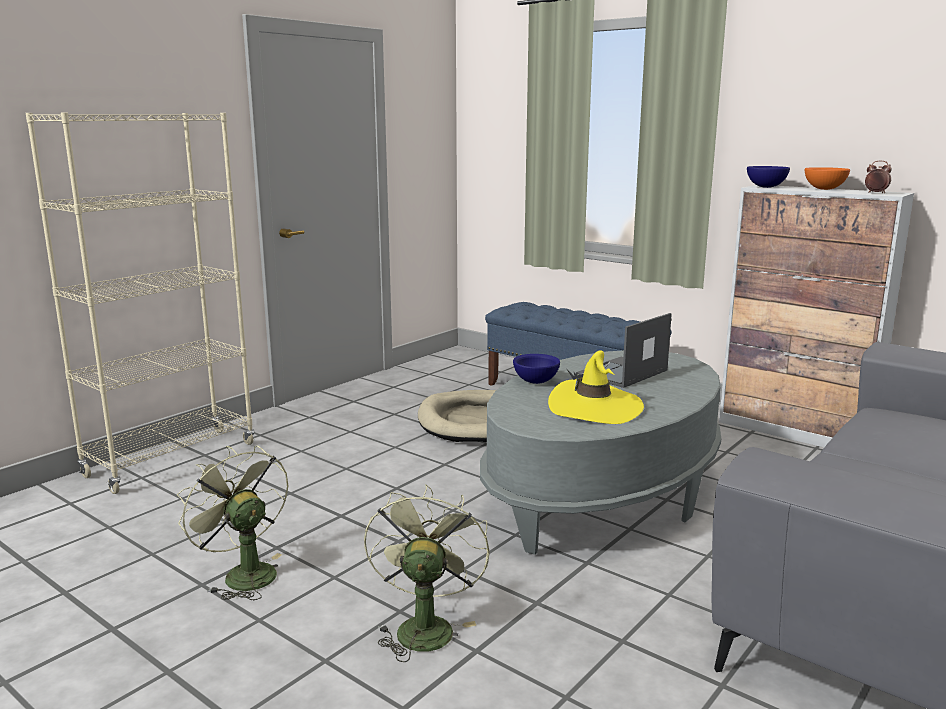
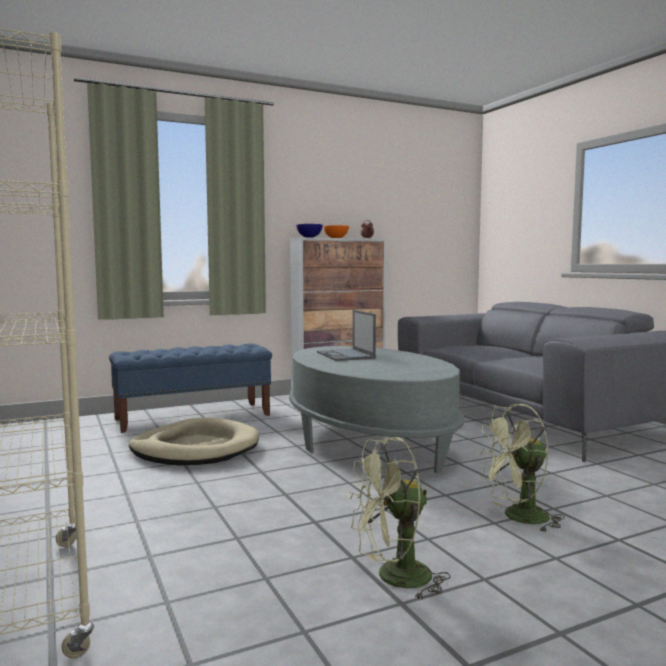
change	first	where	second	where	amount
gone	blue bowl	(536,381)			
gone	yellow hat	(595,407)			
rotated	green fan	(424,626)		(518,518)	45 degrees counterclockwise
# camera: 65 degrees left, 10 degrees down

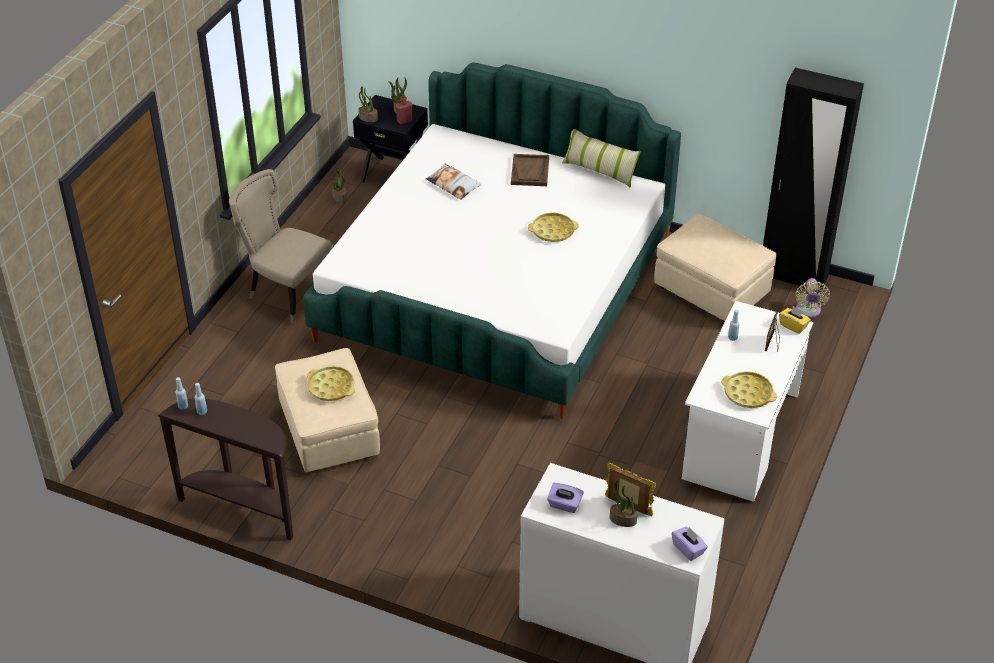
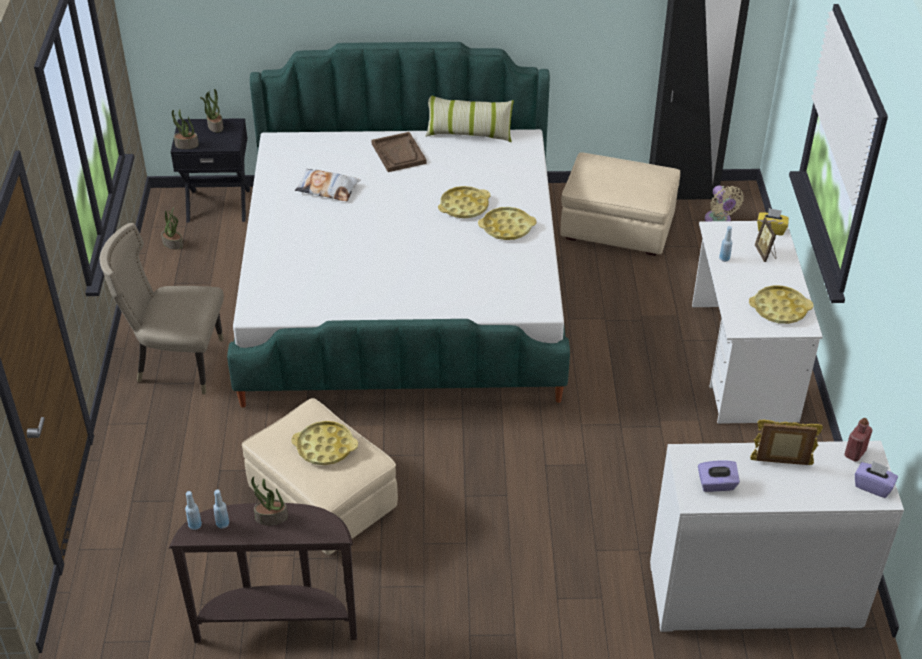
change	first	where	second	where	amount
new			yellow tray	(507,228)	
shifted	red bottle	(404,121)		(855,453)	
shifted	potted plant	(622,520)		(271,518)	
# camera: 25 degrees left, 0 degrees up

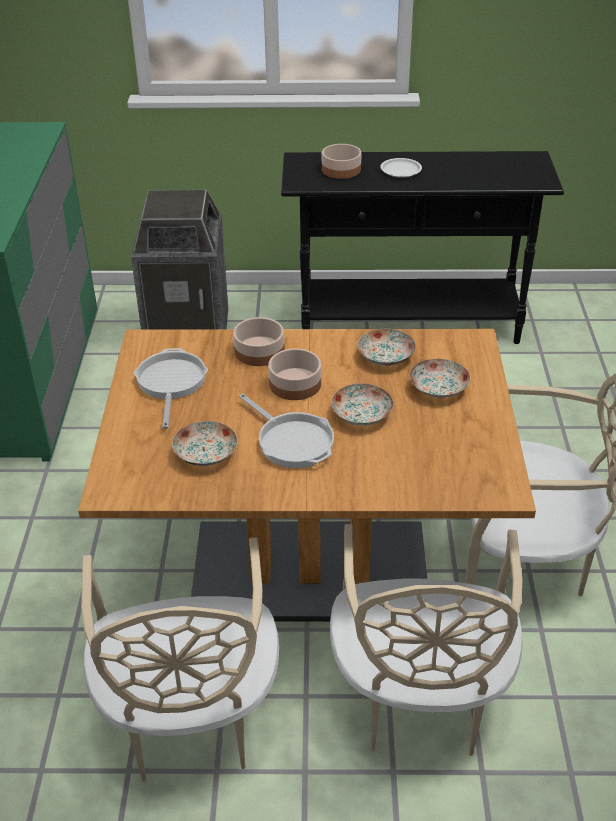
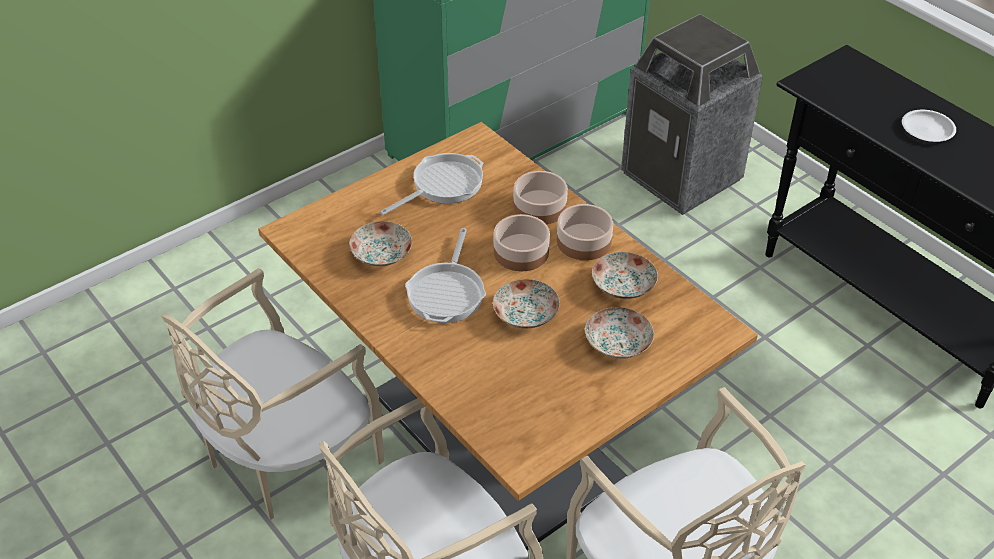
change	first	where	second	where	amount
shifted	bowl	(341,170)		(583,242)	
# camera: 50 degrees right, 5 degrees up

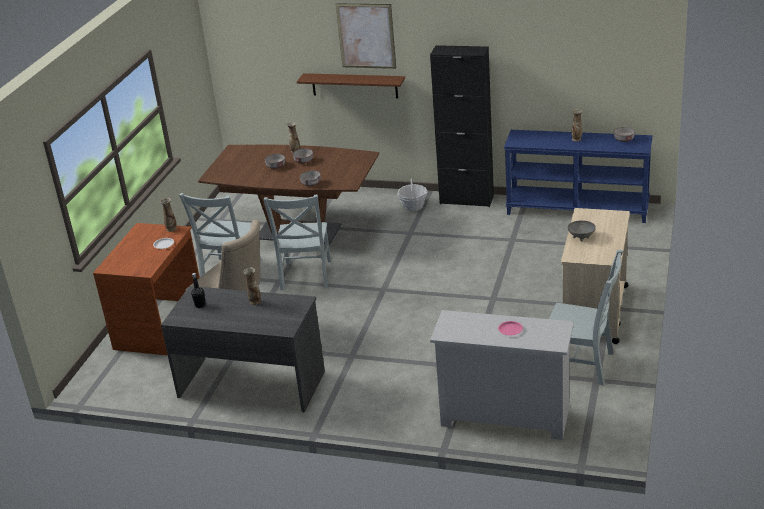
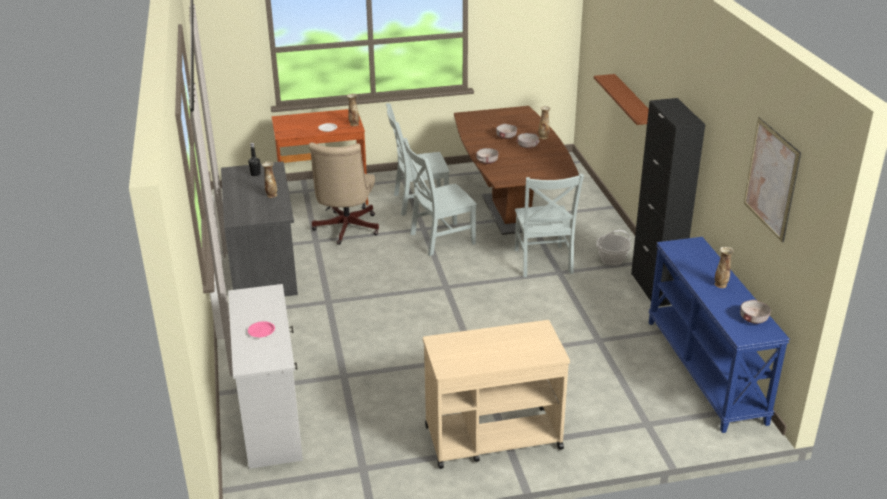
change	first	where	second	where	amount
gone	grey bowl	(582,237)			
shifted	picture	(366,36)		(771,179)	
shifted	grey chair	(583,365)		(543,263)	
# camera: 60 degrees right, 0 degrees up

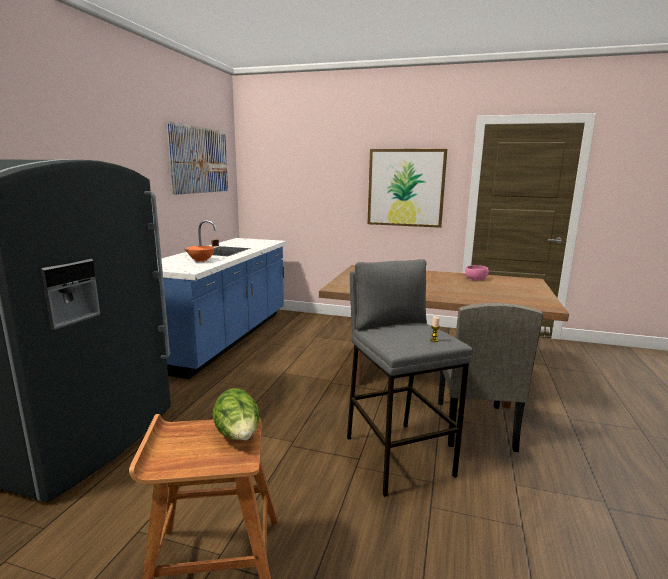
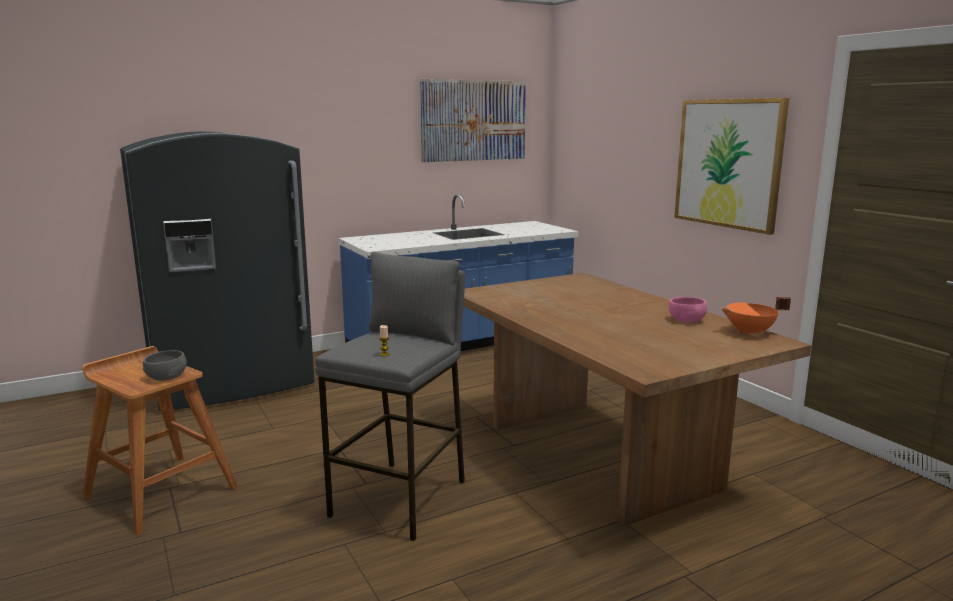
change	first	where	second	where	amount
gone	beige chair	(473,425)			
shifted	orange cooking pot	(201,261)		(750,333)	
swapped	lettuce	(238,436)	grey bowl	(166,376)	
# camera: 45 degrees right, 0 degrees up

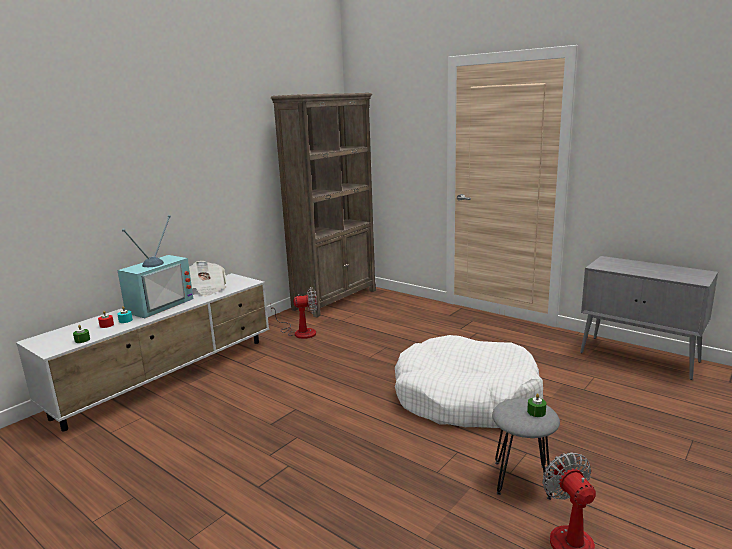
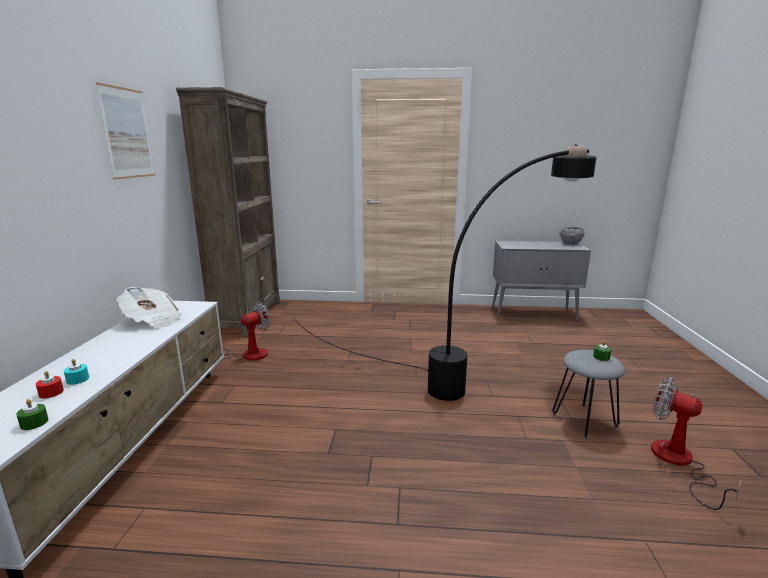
change	first	where	second	where	amount
gone	television	(159,305)			
new			picture	(127,133)	
new			grey bowl	(571,244)	
swapped	white dog bed	(466,398)	black floor lamp	(468,372)	
# camera: 35 degrees left, 0 degrees up

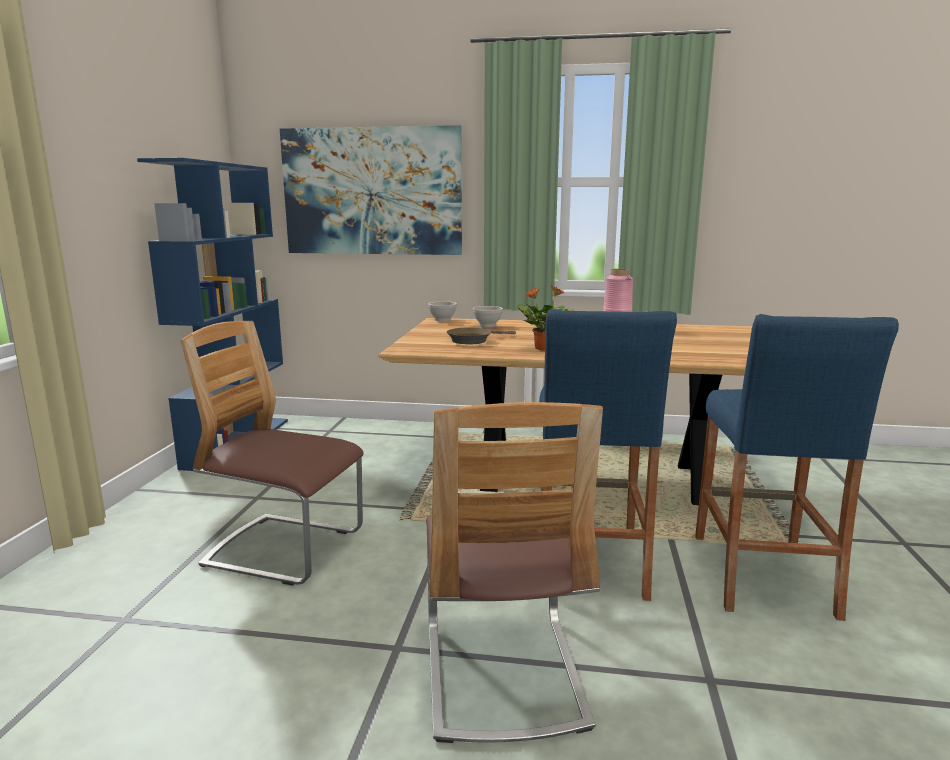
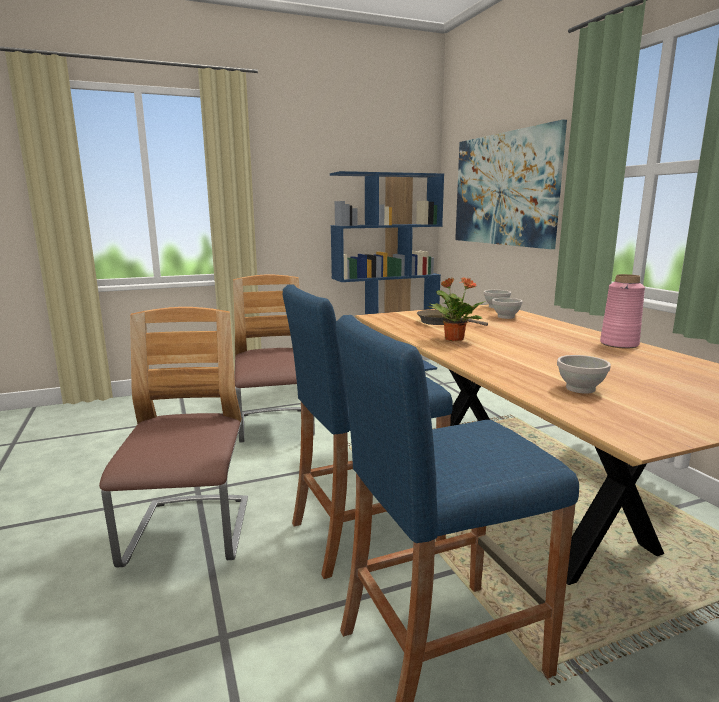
change	first	where	second	where	amount
new			white bowl	(581,389)	
rotated	chair	(502,672)		(189,533)	120 degrees clockwise
# camera: 60 degrees right, 0 degrees up

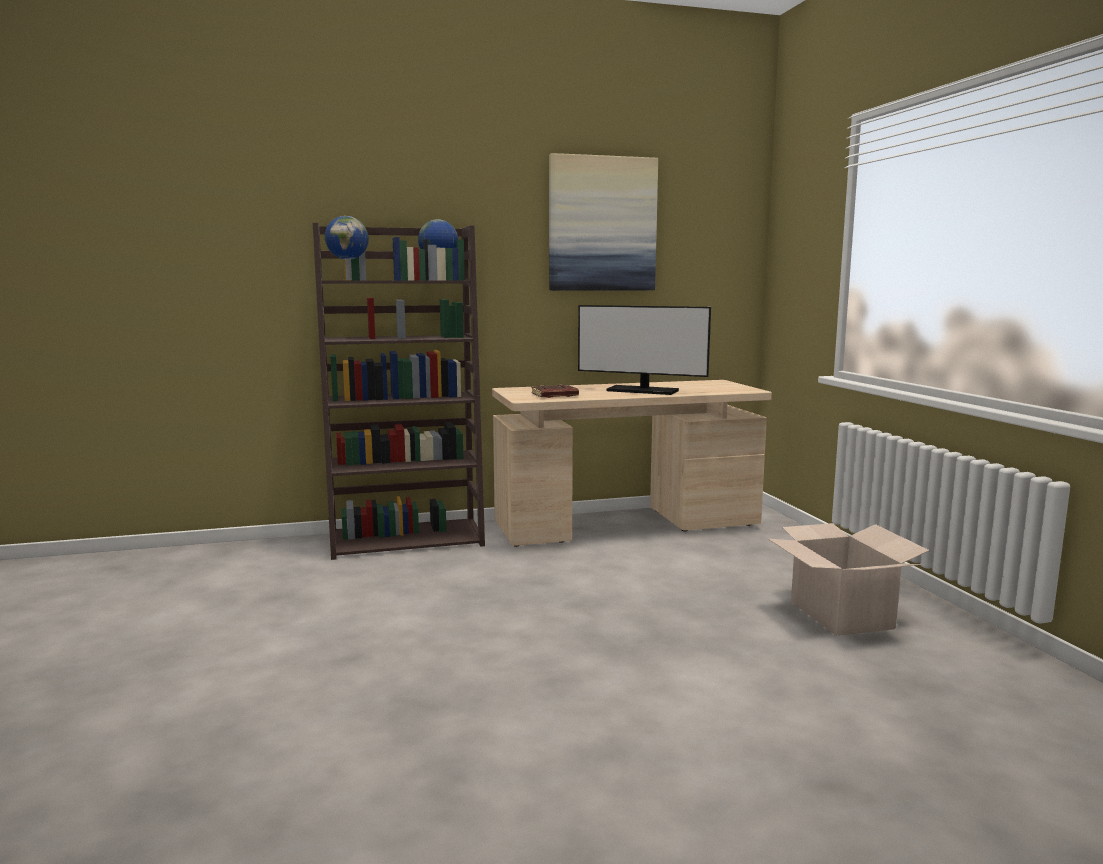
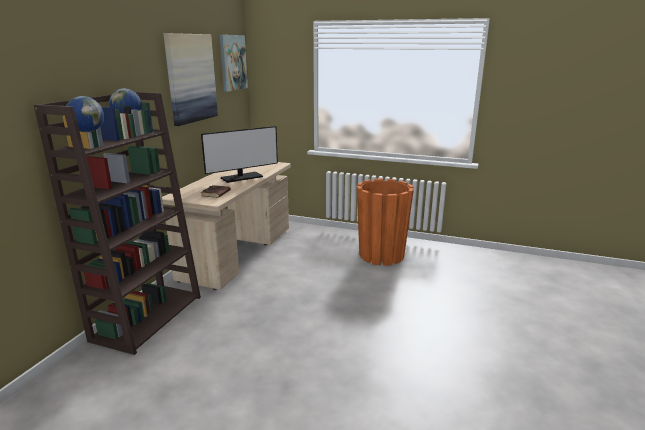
change	first	where	second	where	amount
new			picture	(232,62)	
swapped	cardboard box	(842,615)	orange planter	(381,255)	
# camera: 55 degrees left, 10 degrees up

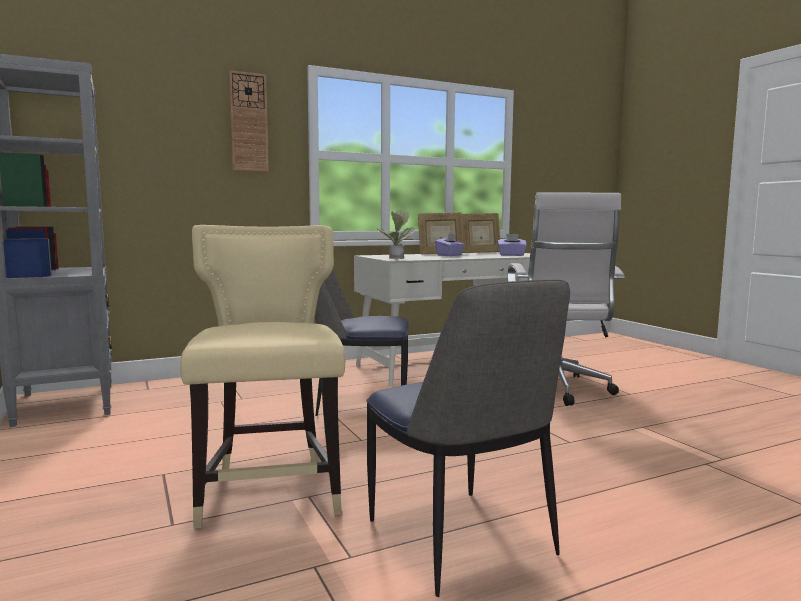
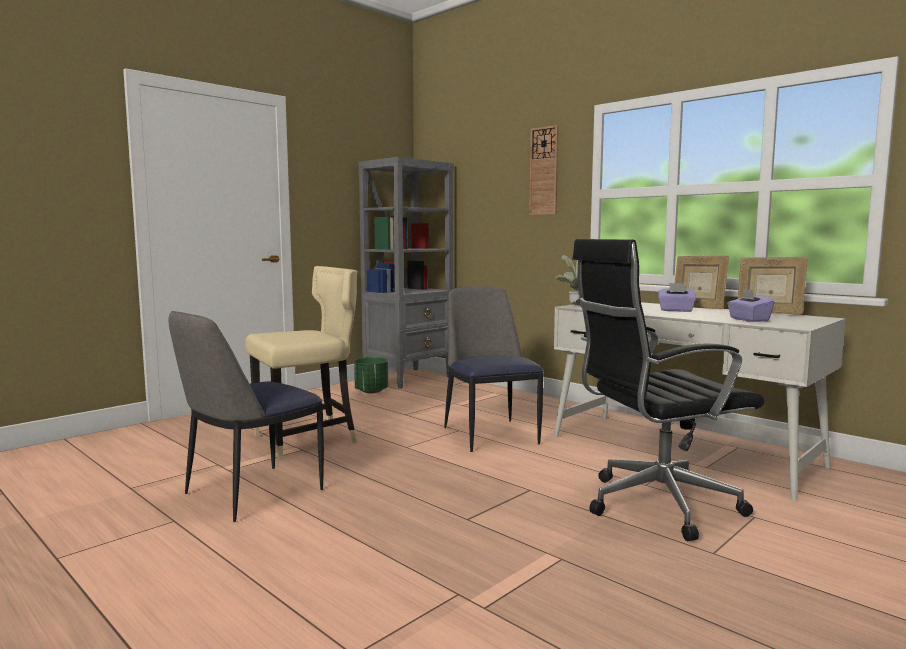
change	first	where	second	where	amount
new			green planter	(371,391)	
repainted	white office chair	(556,390)	black office chair	(654,505)	
# camera: 70 degrees right, 0 degrees up

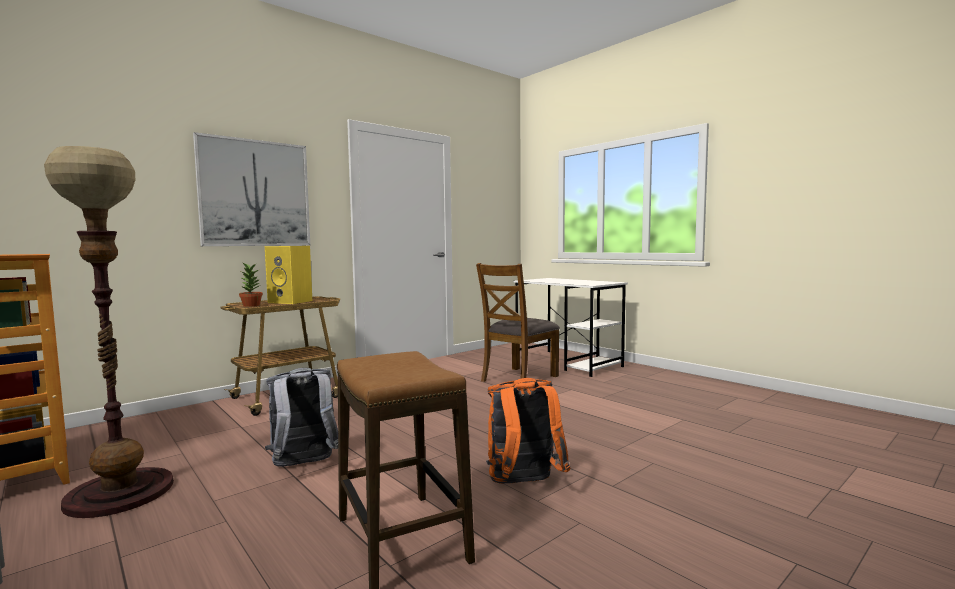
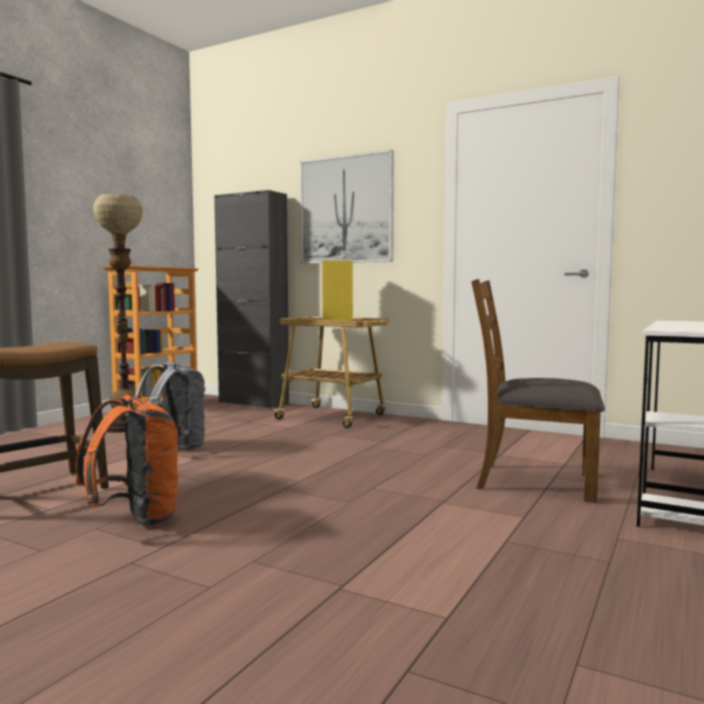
change	first	where	second	where	amount
gone	potted plant	(251,305)			
new			black cabinet	(253,403)	
# camera: 70 degrees right, 0 degrees up

